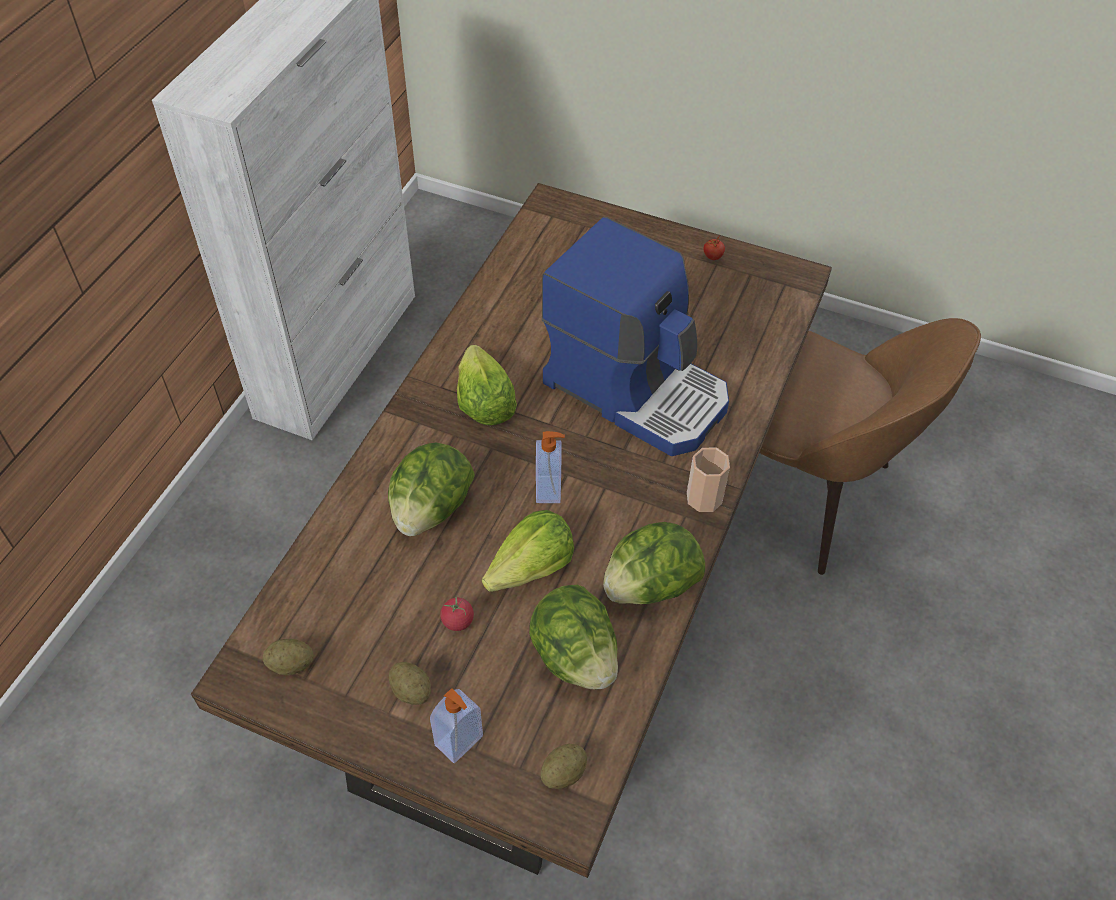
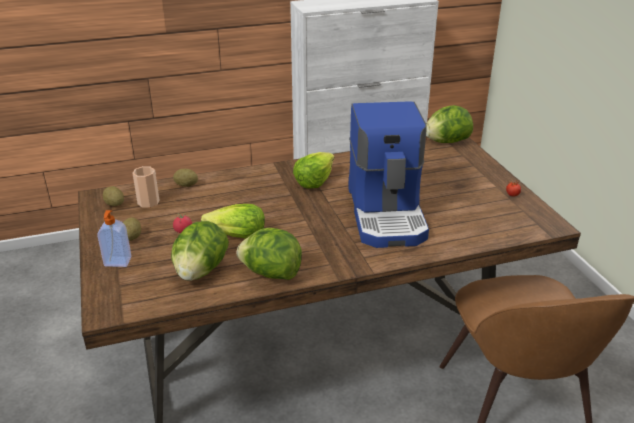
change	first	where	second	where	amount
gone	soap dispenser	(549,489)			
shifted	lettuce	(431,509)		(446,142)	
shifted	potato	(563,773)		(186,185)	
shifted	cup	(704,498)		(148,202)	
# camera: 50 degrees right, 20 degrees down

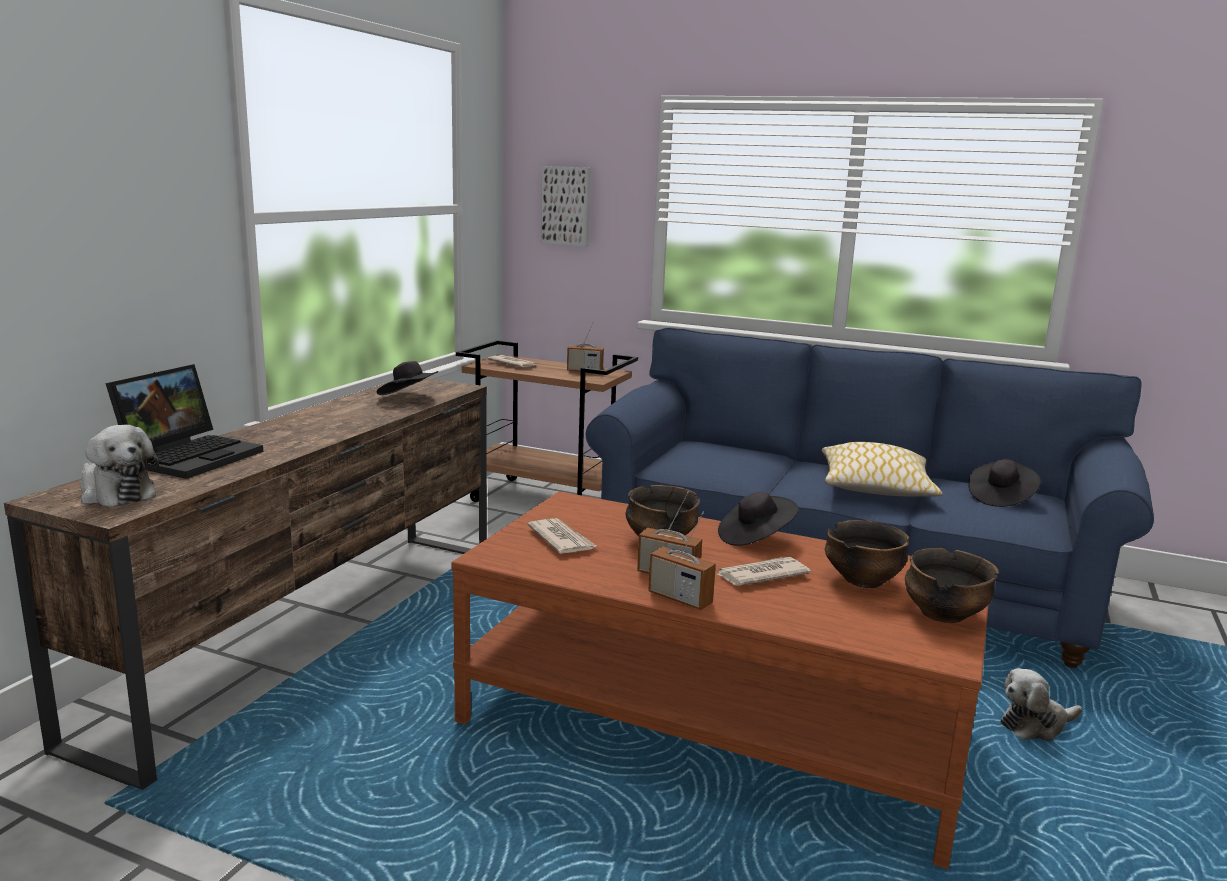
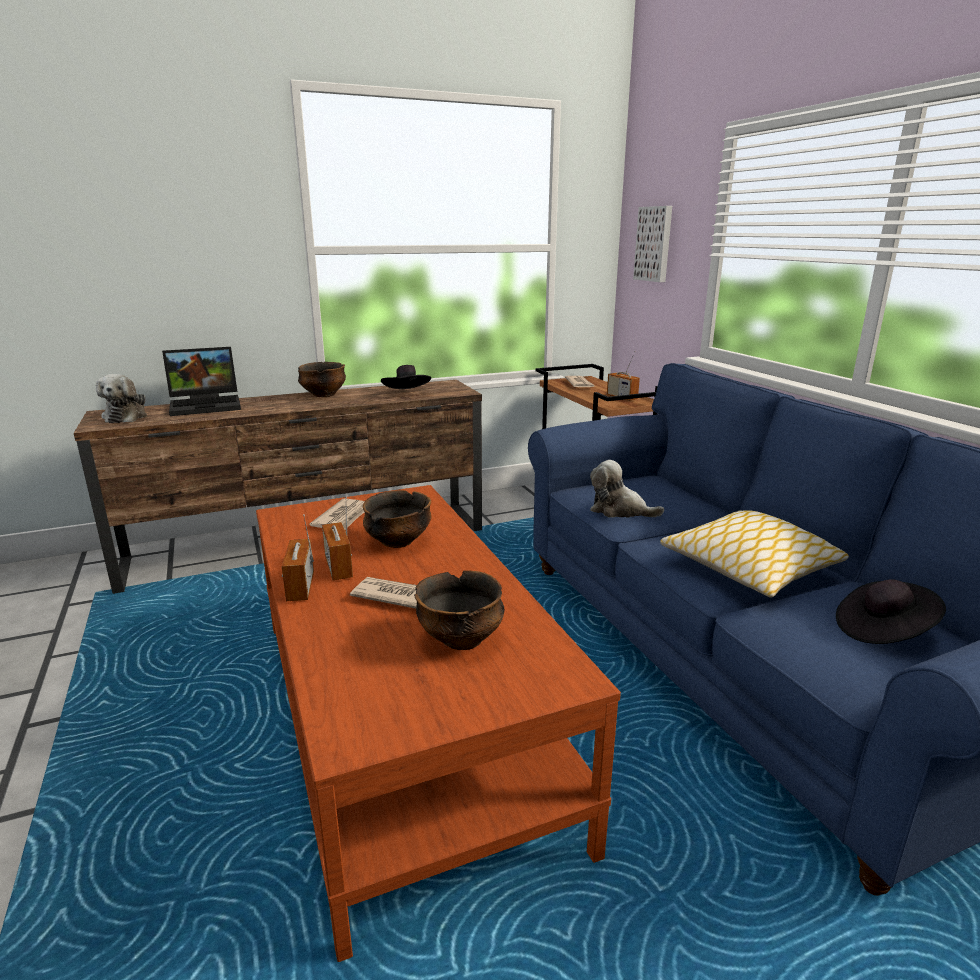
change	first	where	second	where	amount
gone	black hat	(755,538)			
shifted	bowl	(943,615)		(323,395)	
shifted	plush toy	(1035,725)		(619,510)	
# camera: 45 degrees right, 5 degrees up

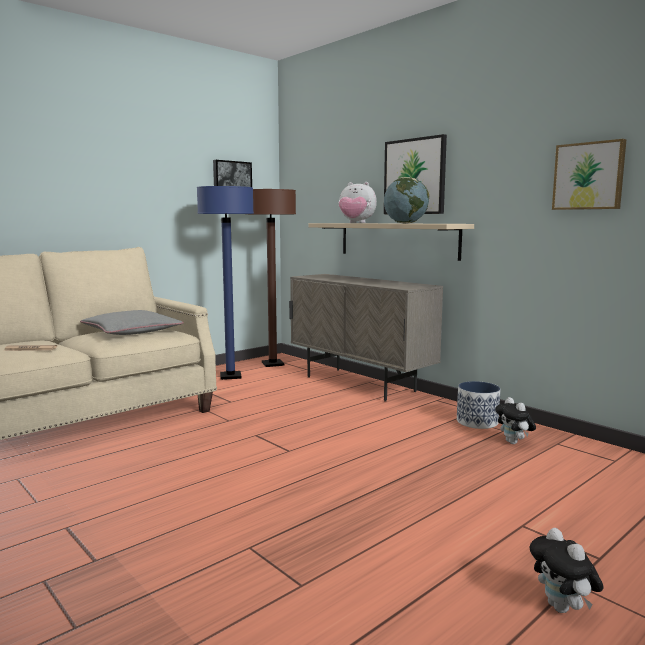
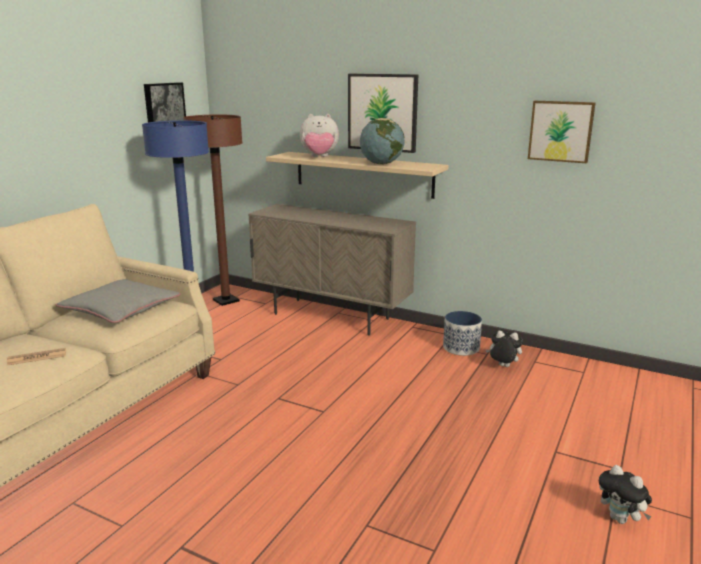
change	first	where	second	where	amount
rotated	plush toy	(514,443)		(502,366)	150 degrees clockwise
# camera: 20 degrees left, 10 degrees up

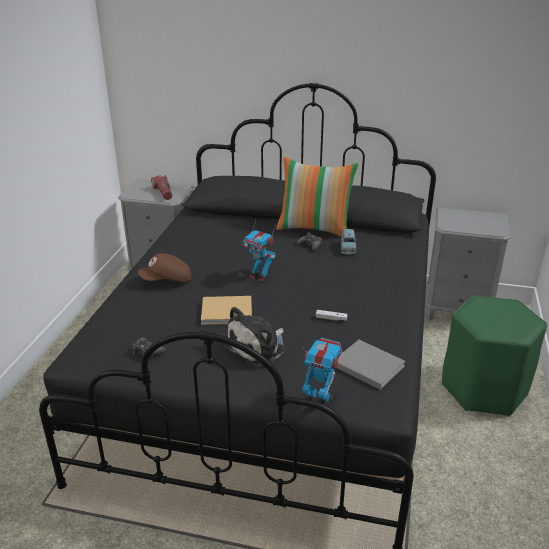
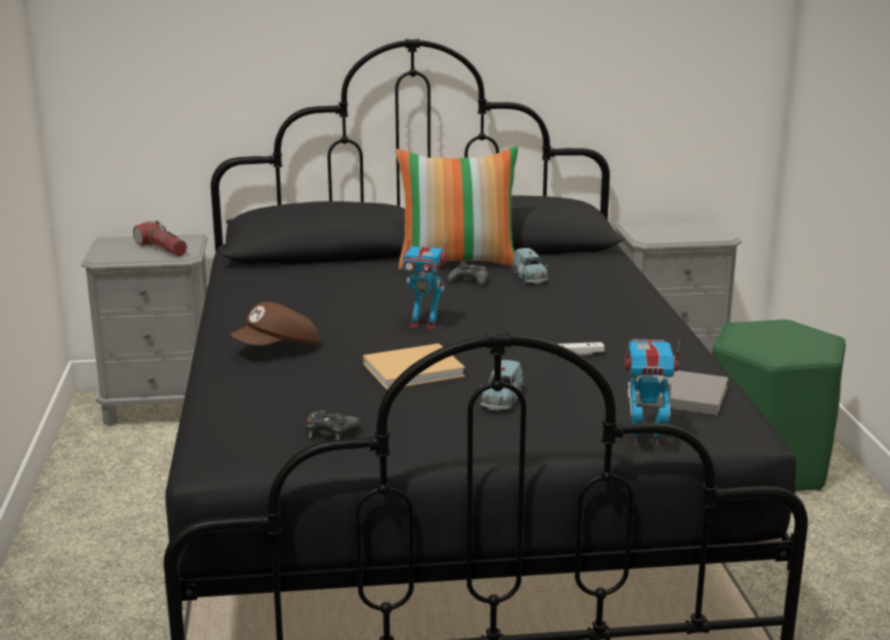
change	first	where	second	where	amount
swapped	plush toy	(258,348)	blue toy car	(501,401)	
# camera: 20 degrees left, 10 degrees down

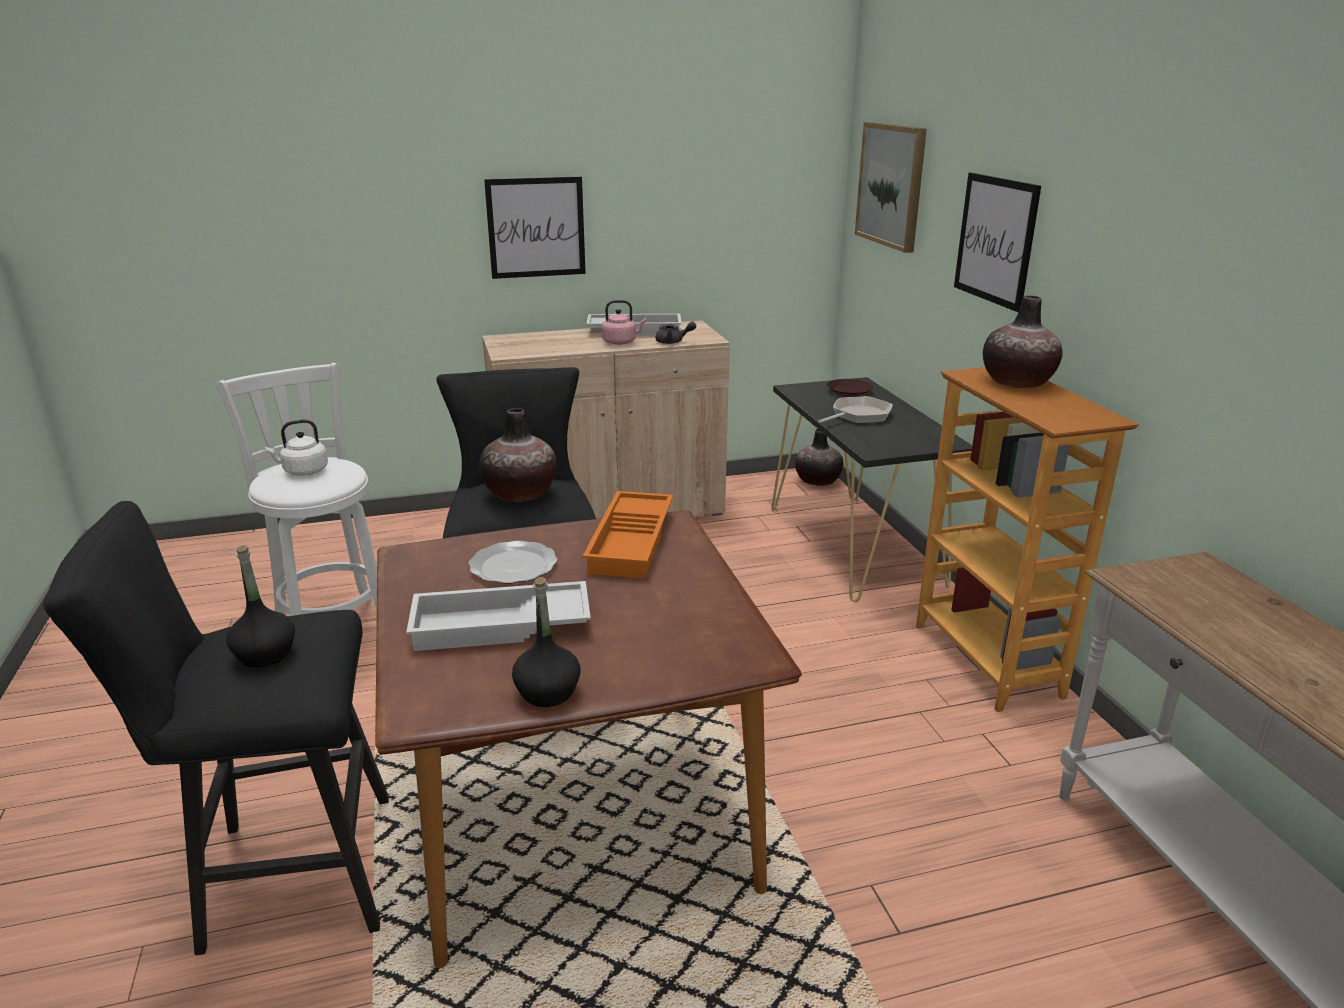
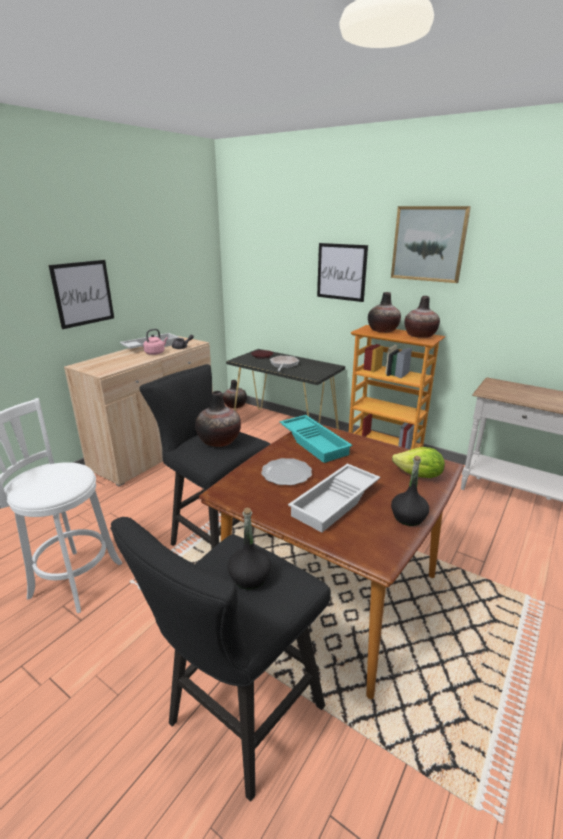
change	first	where	second	where	amount
gone	white kettle	(303,471)			
new			lettuce	(419,476)	
new			vase	(419,335)	
shifted	picture	(891,185)		(428,244)	
repainted	orange tray	(633,542)	turquoise tray	(315,442)	
# camera: 40 degrees left, 0 degrees up

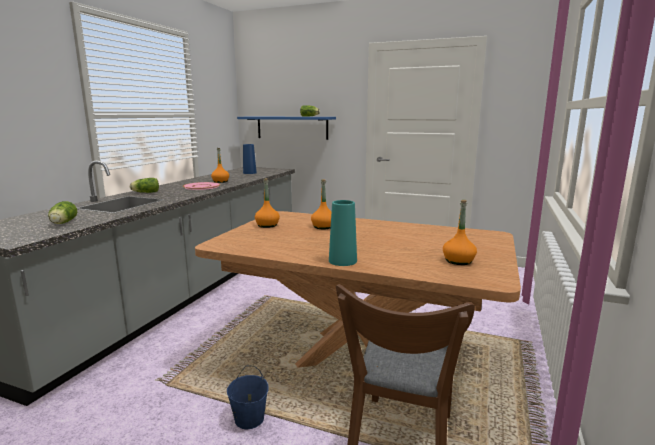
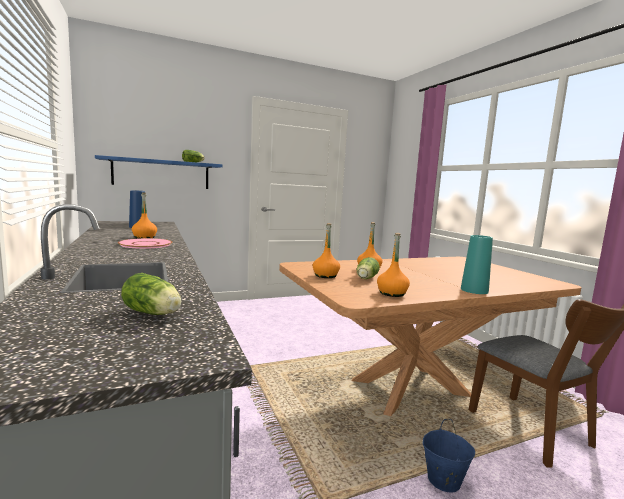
change	first	where	second	where	amount
shifted	lettuce	(145,192)		(366,279)	
shifted	orange bottle	(458,261)		(392,293)	
# camera: 45 degrees left, 5 degrees down

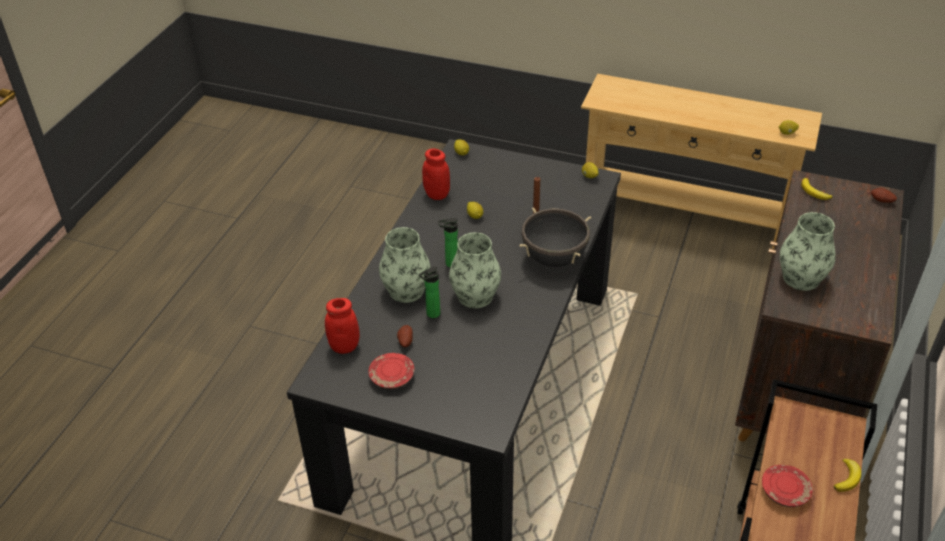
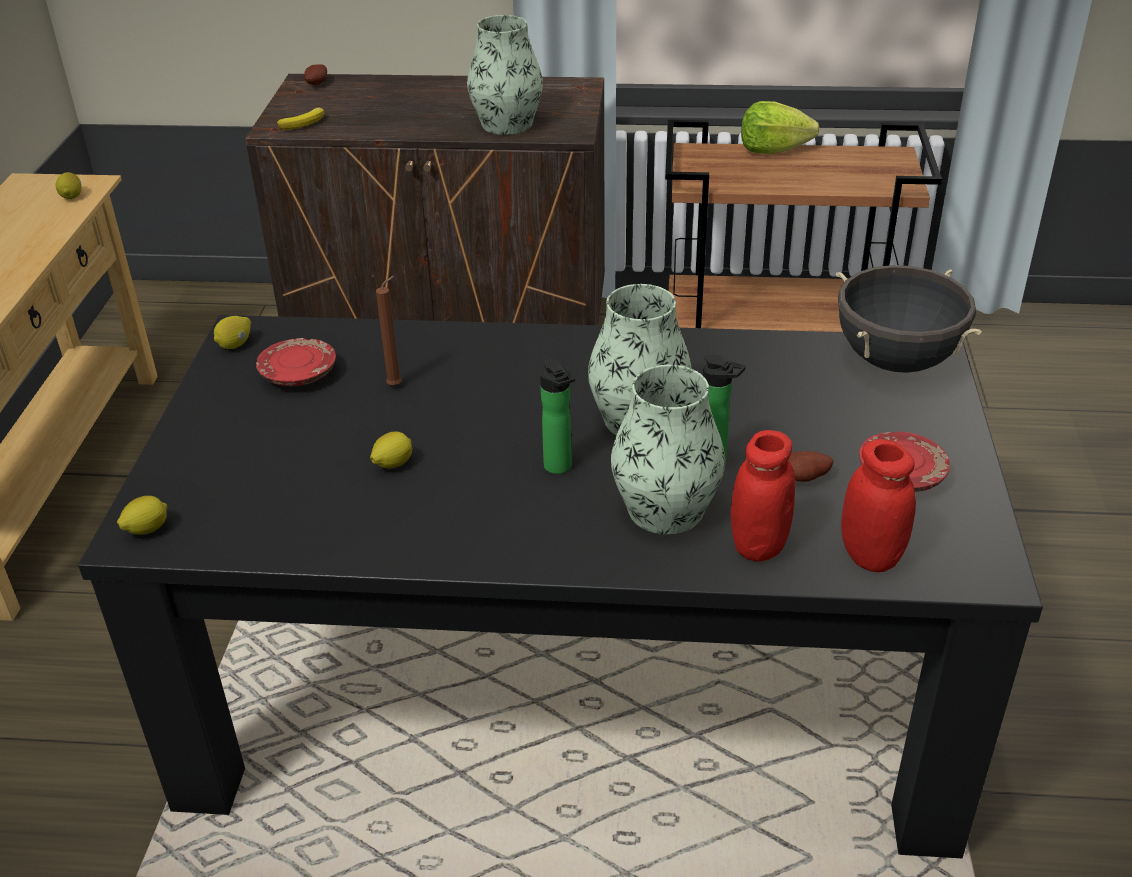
change	first	where	second	where	amount
shifted	red jar	(437,194)		(758,545)	
shifted	black cooking pot	(554,258)		(896,361)	
shifted	red plate	(785,491)		(298,374)	
swapped	banana	(847,478)	lettuce	(773,150)	
# camera: 105 degrees left, 5 degrees down

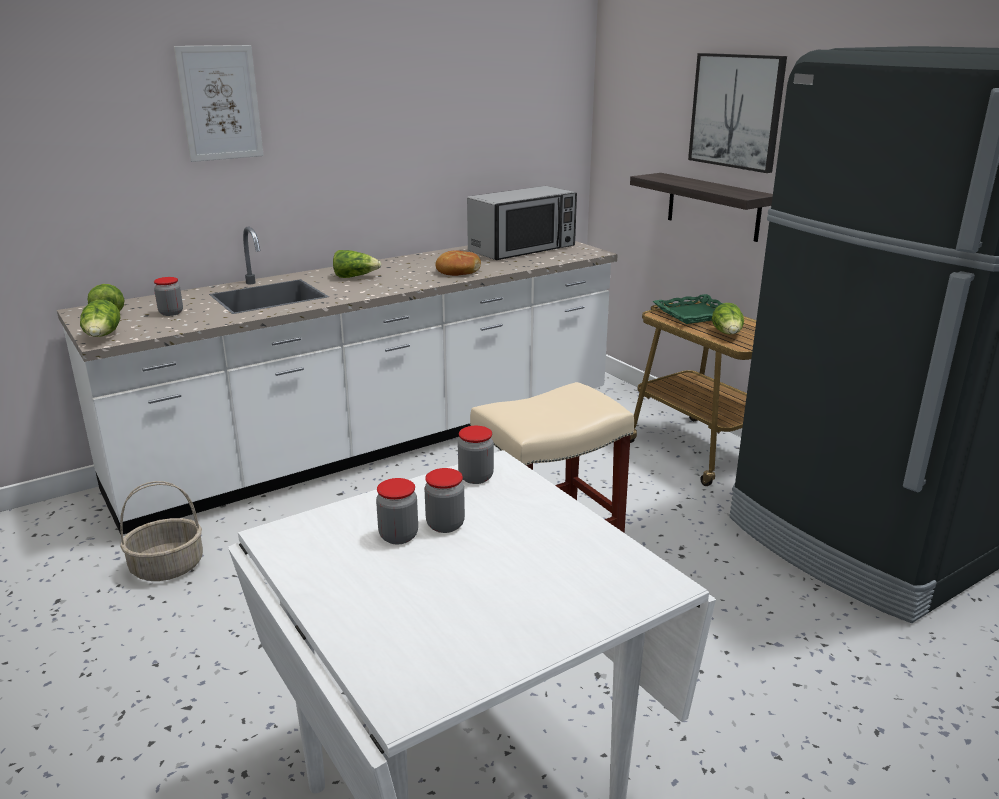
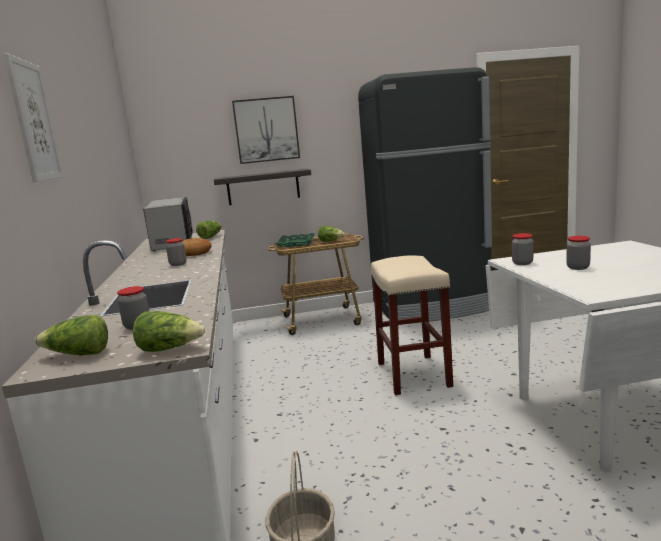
change	first	where	second	where	amount
shifted	lettuce	(355,277)		(210,237)	
shifted	jar	(398,536)		(178,264)	
# camera: 65 degrees left, 10 degrees down

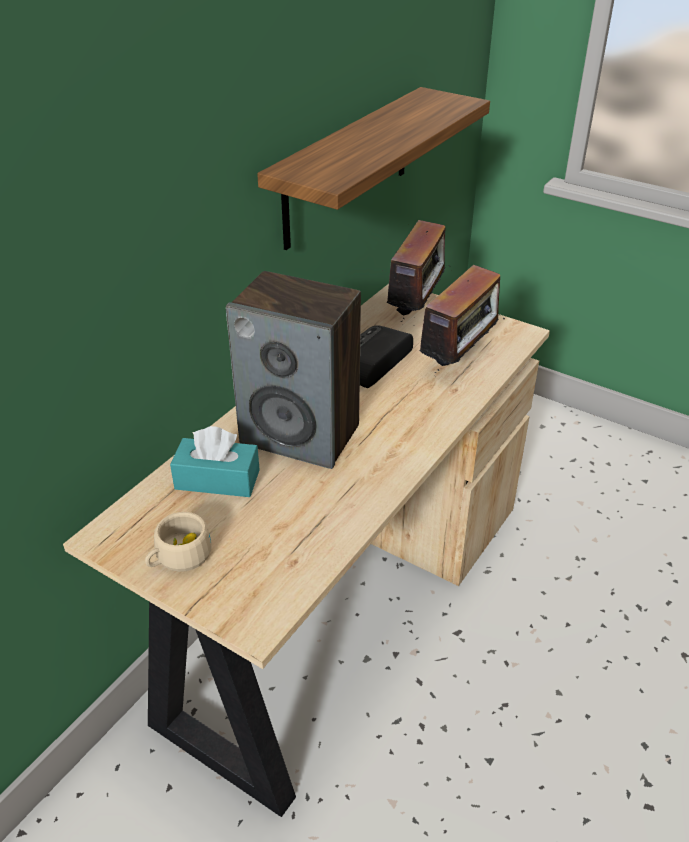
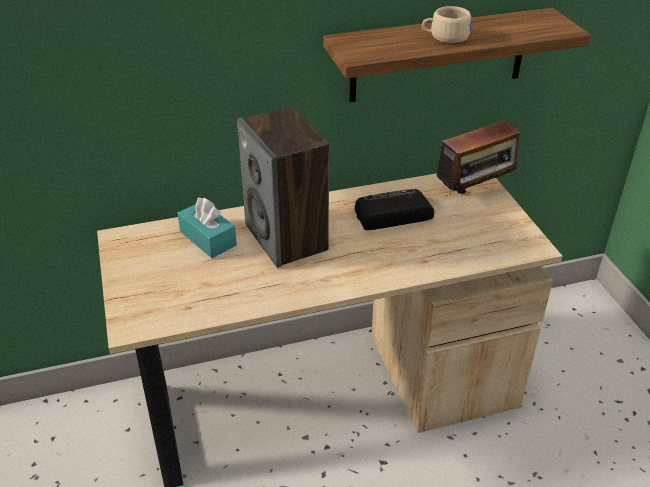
change	first	where	second	where	amount
gone	radio	(459,360)			
shifted	beige cup	(178,557)		(445,37)	
# camera: 40 degrees right, 0 degrees up

